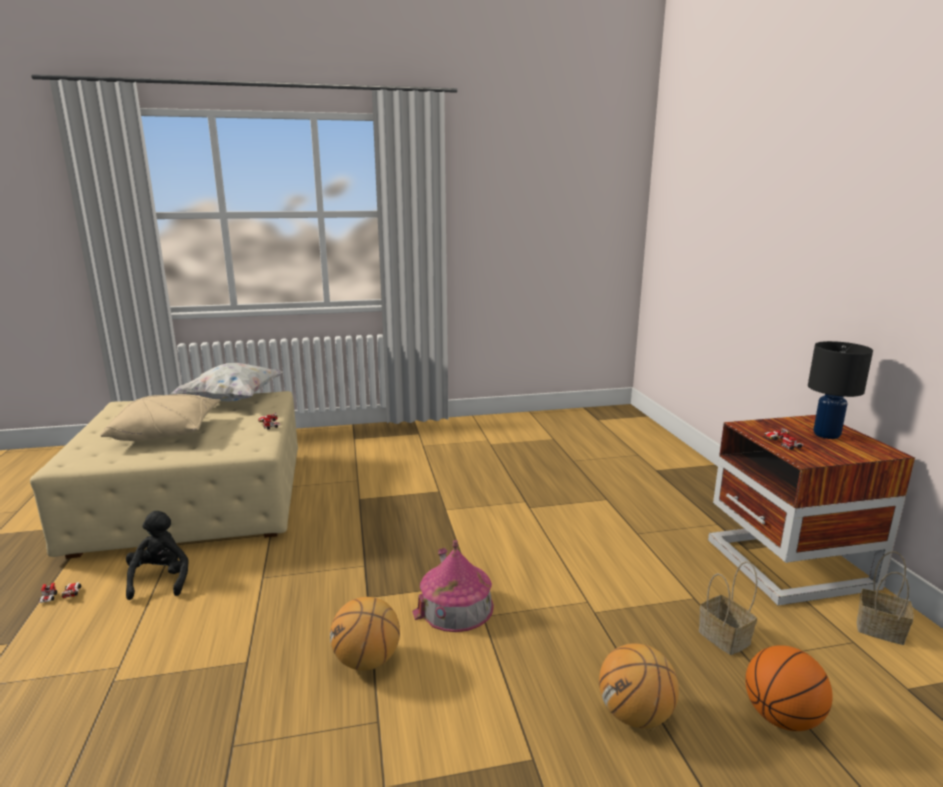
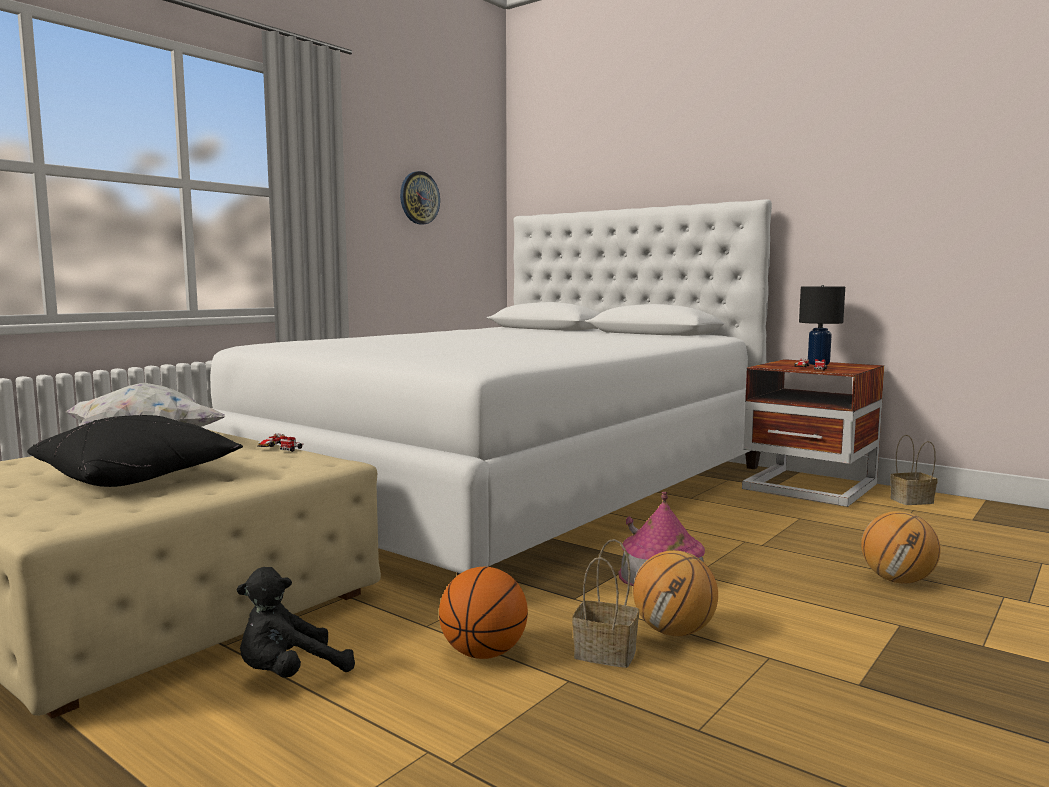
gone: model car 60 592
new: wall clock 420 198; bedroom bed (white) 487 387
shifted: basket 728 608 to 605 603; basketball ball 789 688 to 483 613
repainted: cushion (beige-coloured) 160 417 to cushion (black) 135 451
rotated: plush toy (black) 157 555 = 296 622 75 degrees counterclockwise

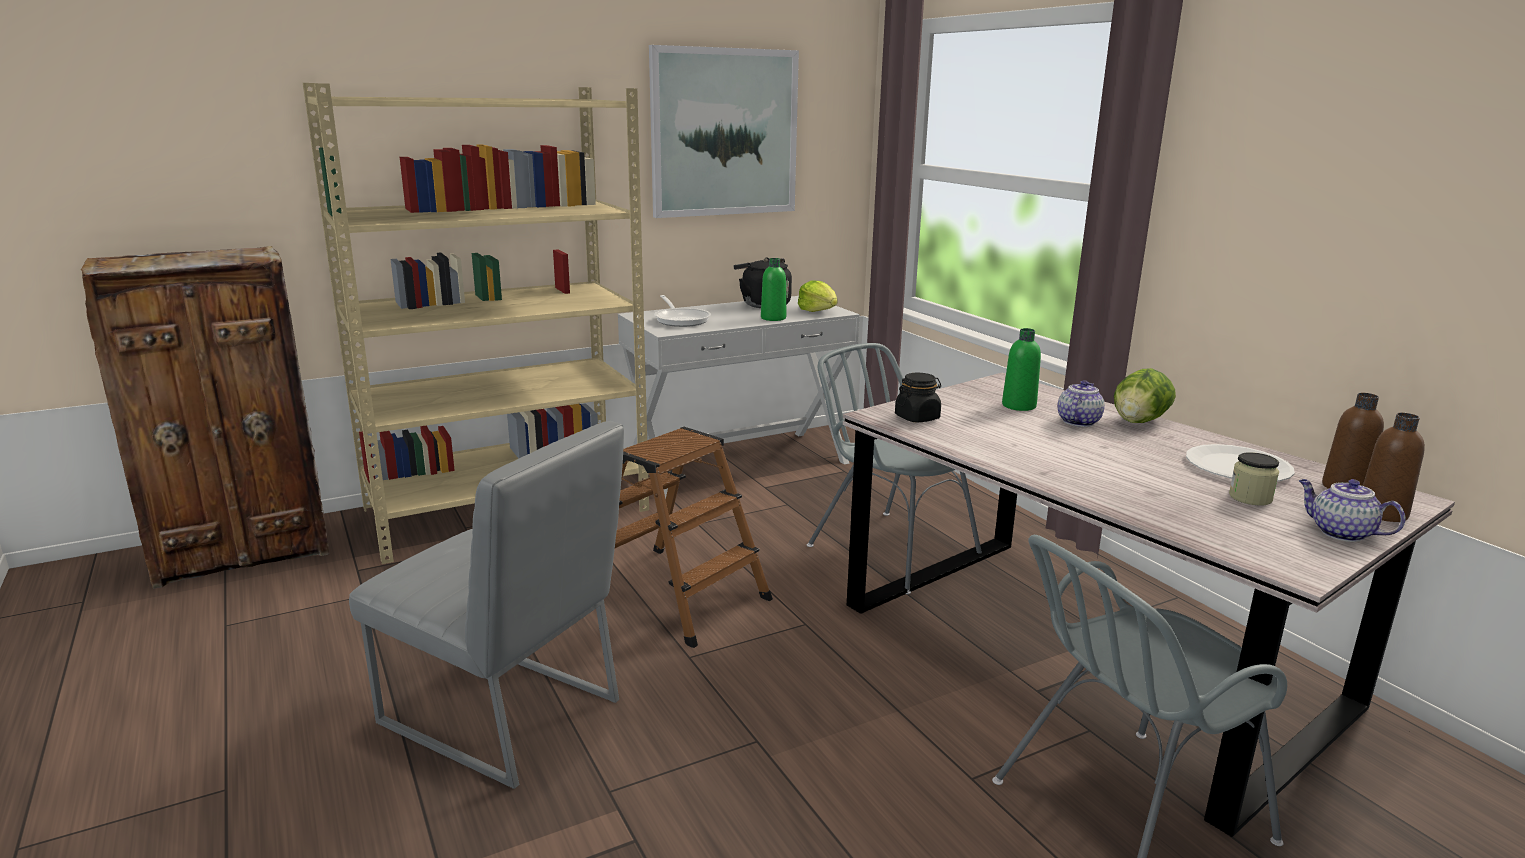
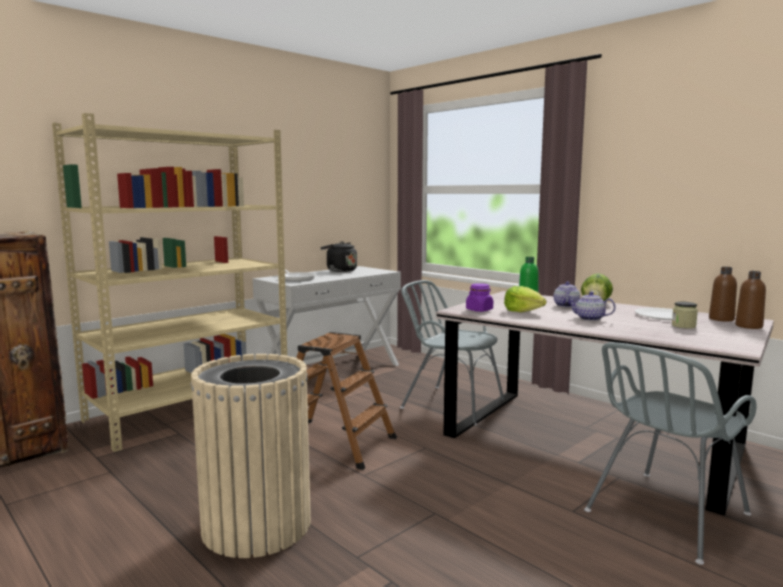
gone: wall art 724 131; drink bottle (greenish) 773 289
shifted: lettuce 818 296 to 525 299; pot for tea 1352 510 to 592 306
swapped: chair (greyish) 486 605 to waste bin (beige-coloured) 250 456
repainted: storage jar (black) 918 398 to storage jar (purple) 479 297

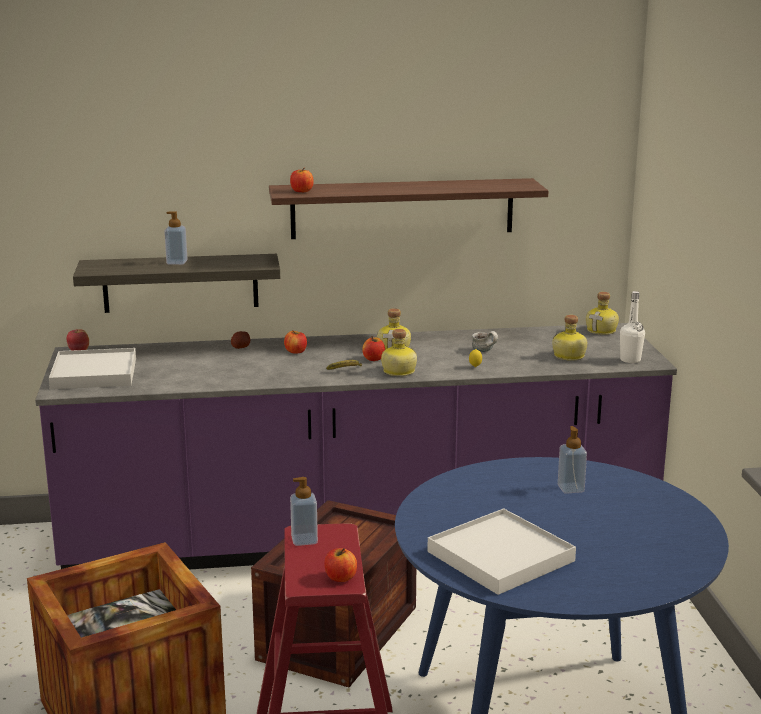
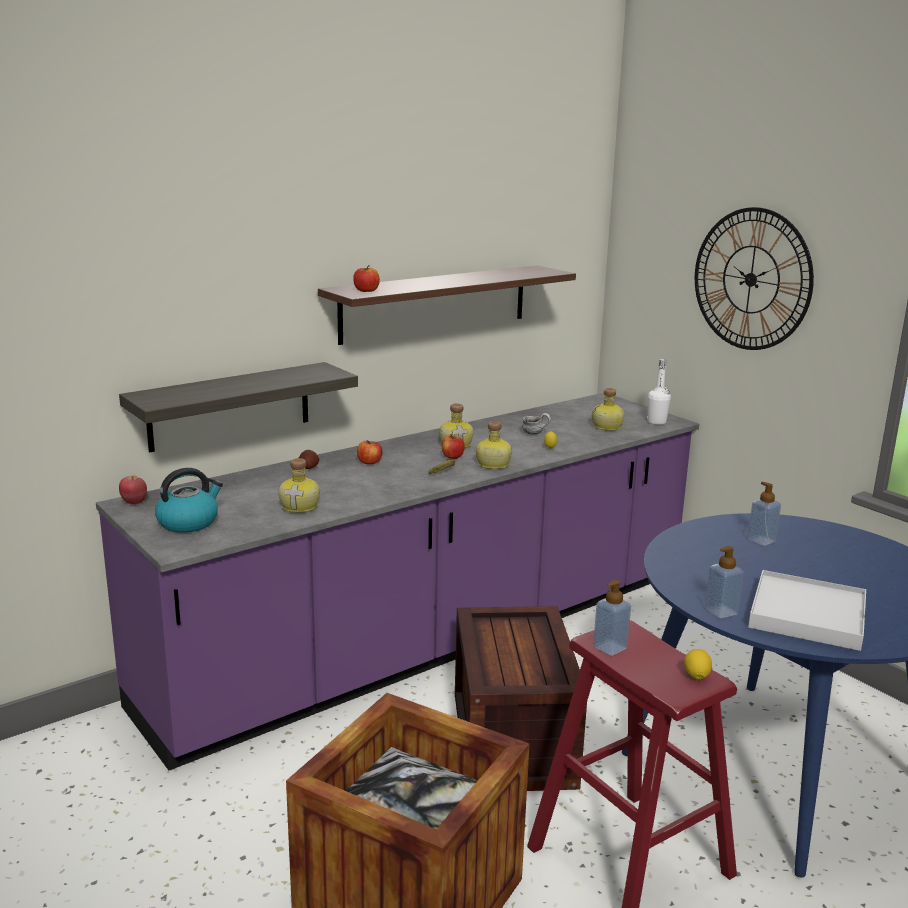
new: wall clock 754 278
shifted: soap bottle 176 238 to 724 582; drink bottle 602 313 to 299 485
swapped: tray (white) 92 368 to tea kettle 189 500; apple fruit 341 565 to lemon 698 664

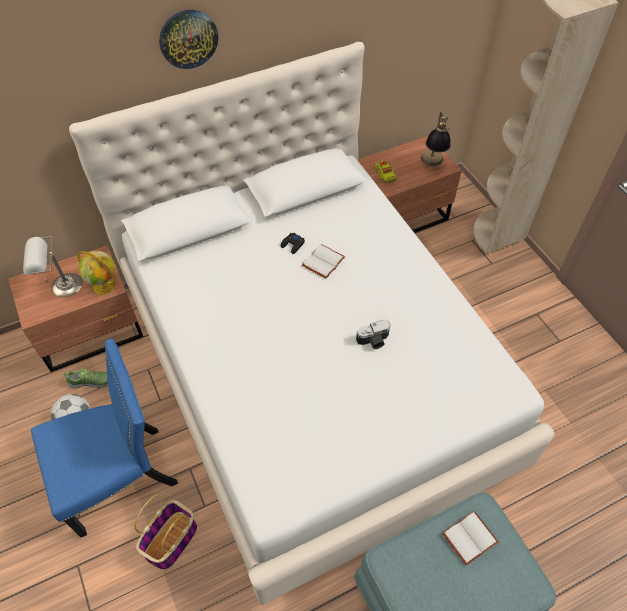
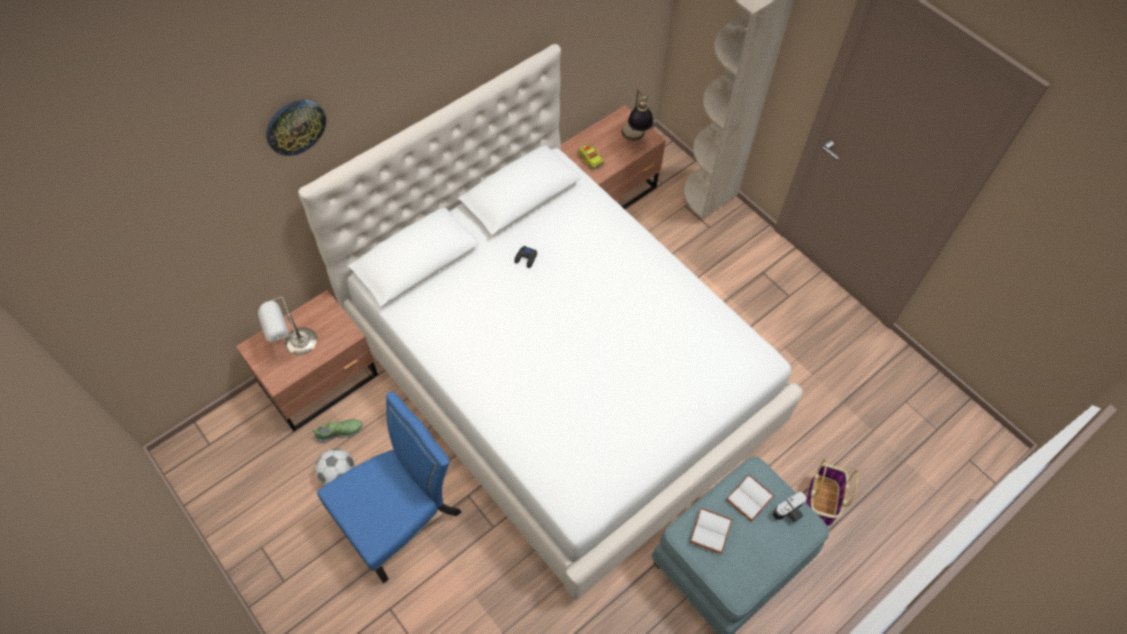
gone: desk globe 96 273
shifted: wall clock 188 39 to 296 128; book (white) 323 261 to 711 531; still camera 373 334 to 789 507; basket 165 532 to 832 492

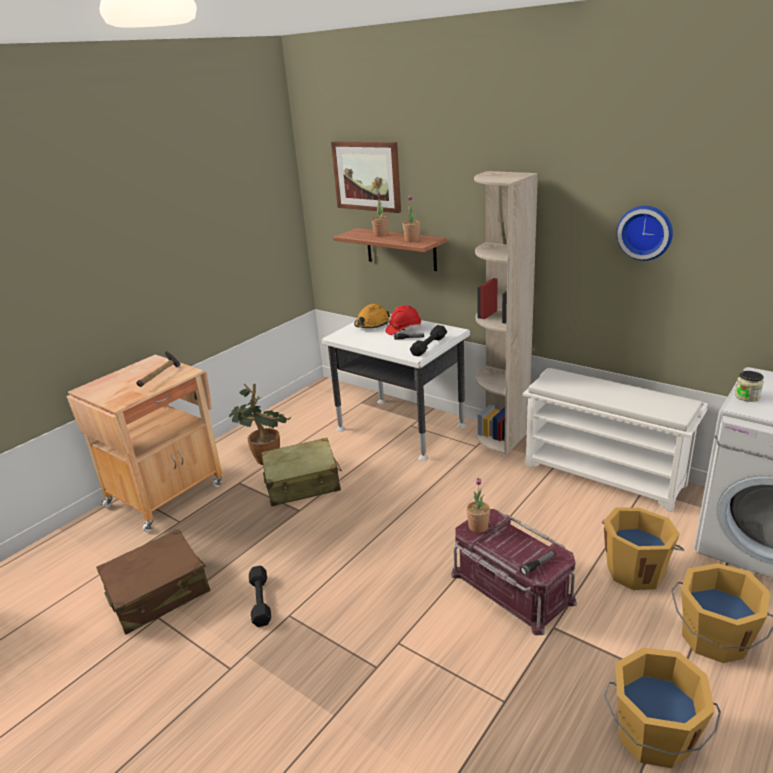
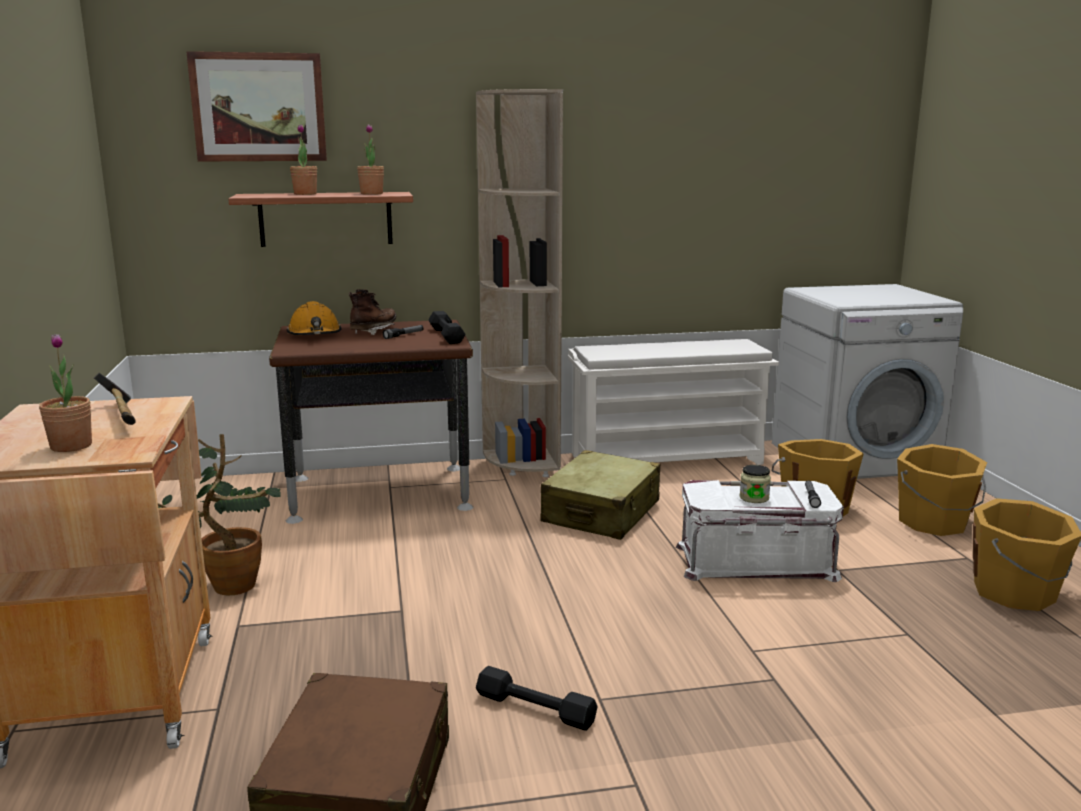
gone: wall clock 645 233
shifted: storage jar 749 386 to 755 484; travel case (beige-coloured) 301 472 to 600 495; plant in a pot 478 505 to 65 393
swapped: hard hat (red) 403 320 to boot (brown-coloured) 372 312
repainted: desk table (white) 396 387 to desk table (brown-coloured) 371 422; storage box (red) 514 572 to storage box (white) 760 531

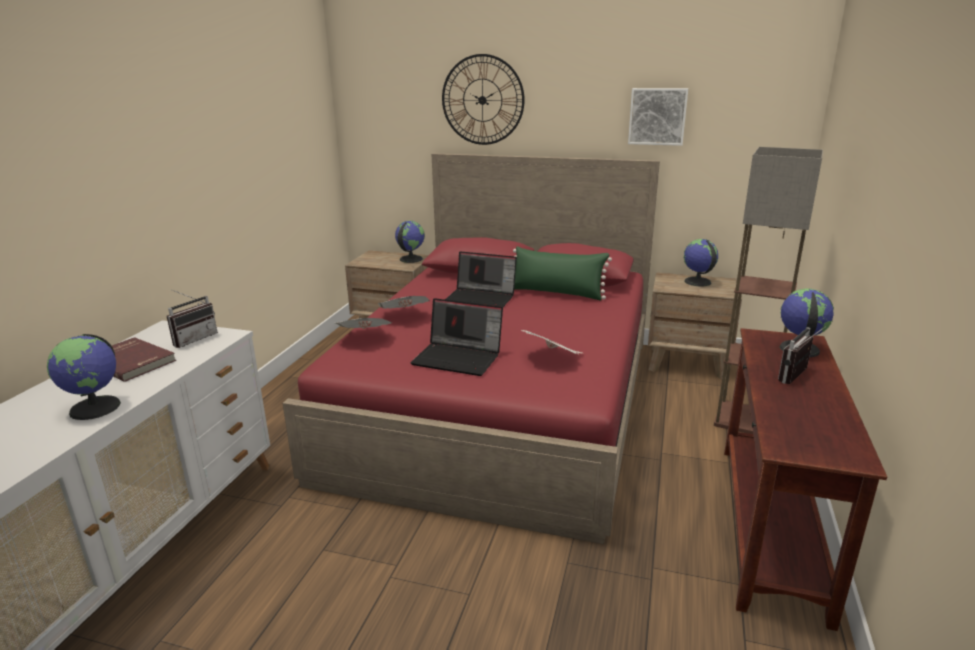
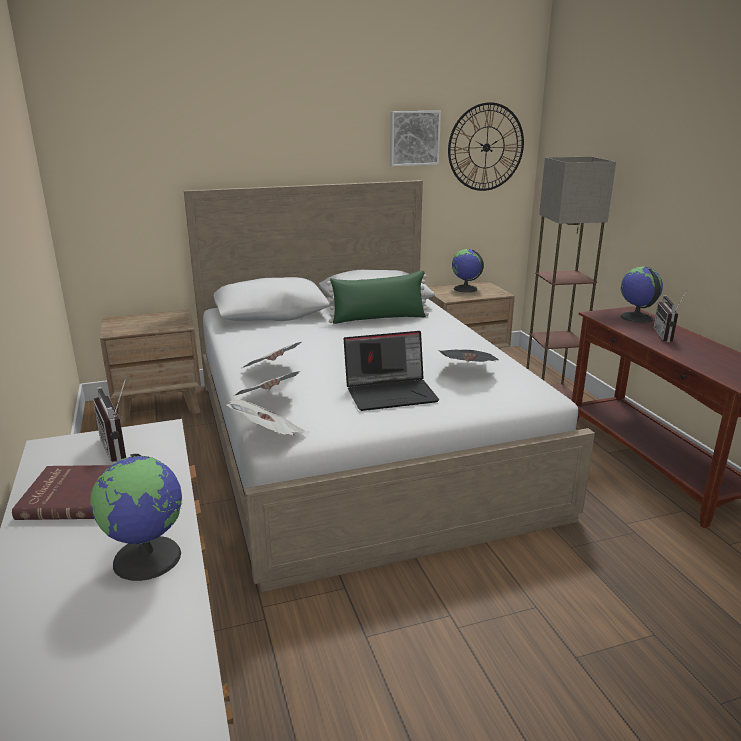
gone: desk globe 410 242; laptop 481 279
new: daily paper 268 418
shifted: wall clock 483 99 to 486 146
repainted: bedroom bed (red) 471 348 to bedroom bed (white) 389 386
rotated: radio 192 318 = 110 419 150 degrees clockwise

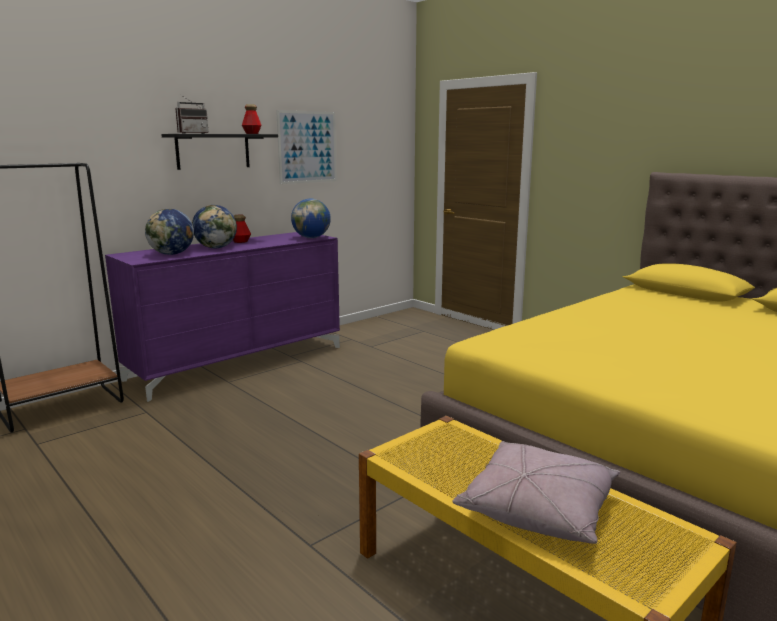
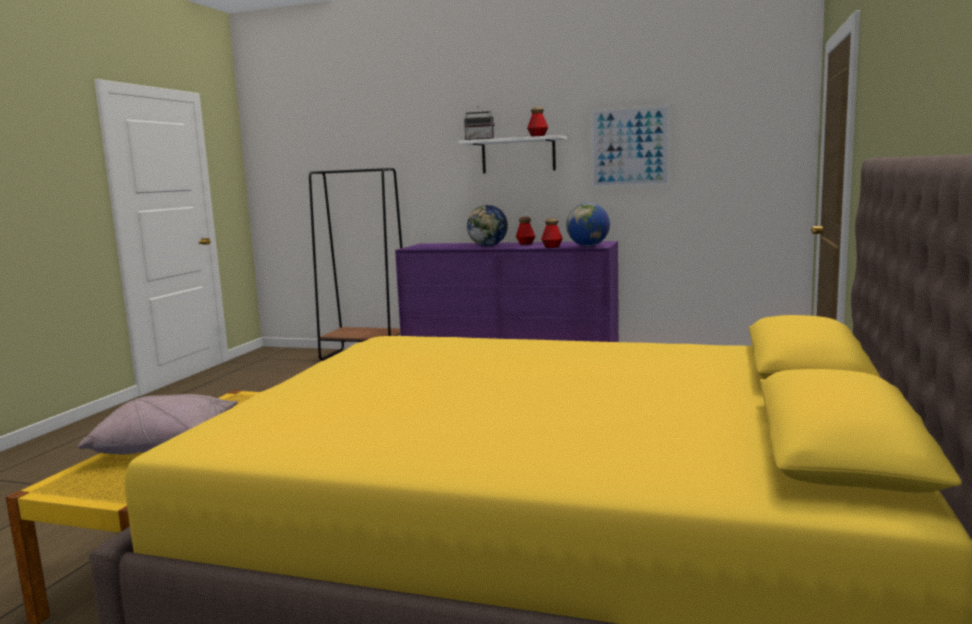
gone: desk globe 169 232
new: drink bottle 552 233
repainted: wall shelf (black) 219 152 to wall shelf (white) 512 154

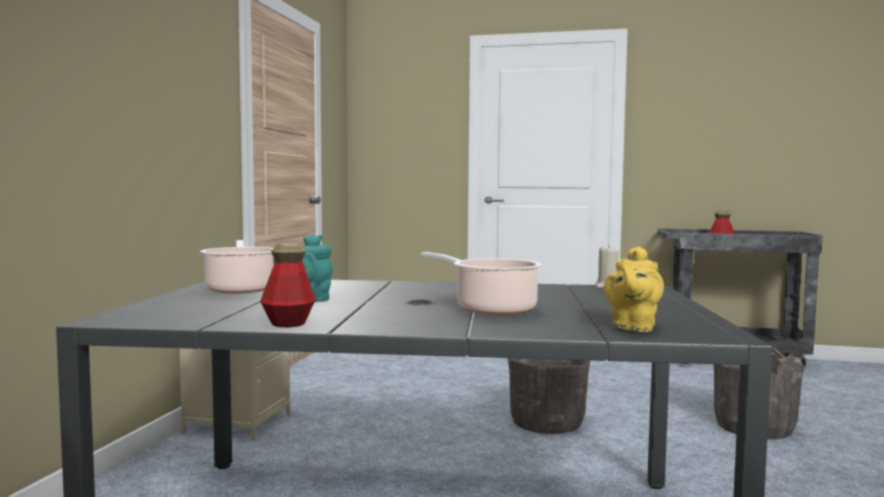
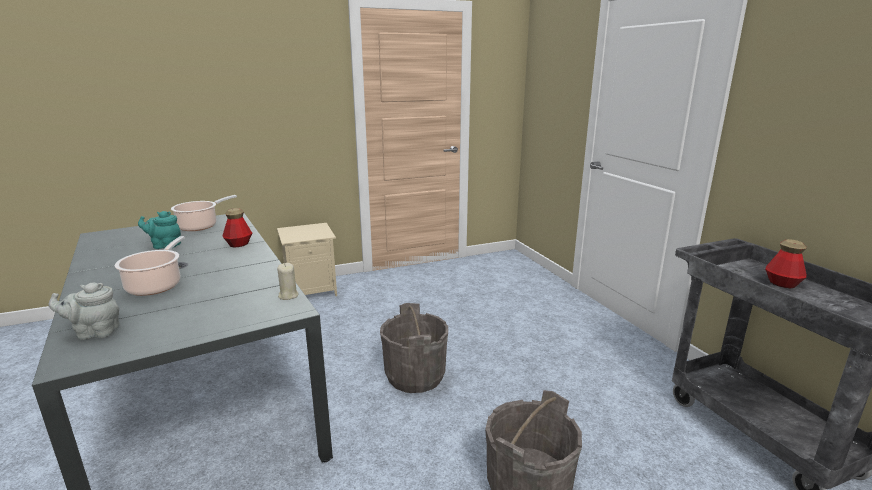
shifted: drink bottle 288 285 to 237 228
repainted: pot for tea (yellowish) 634 289 to pot for tea (greyish) 84 311

